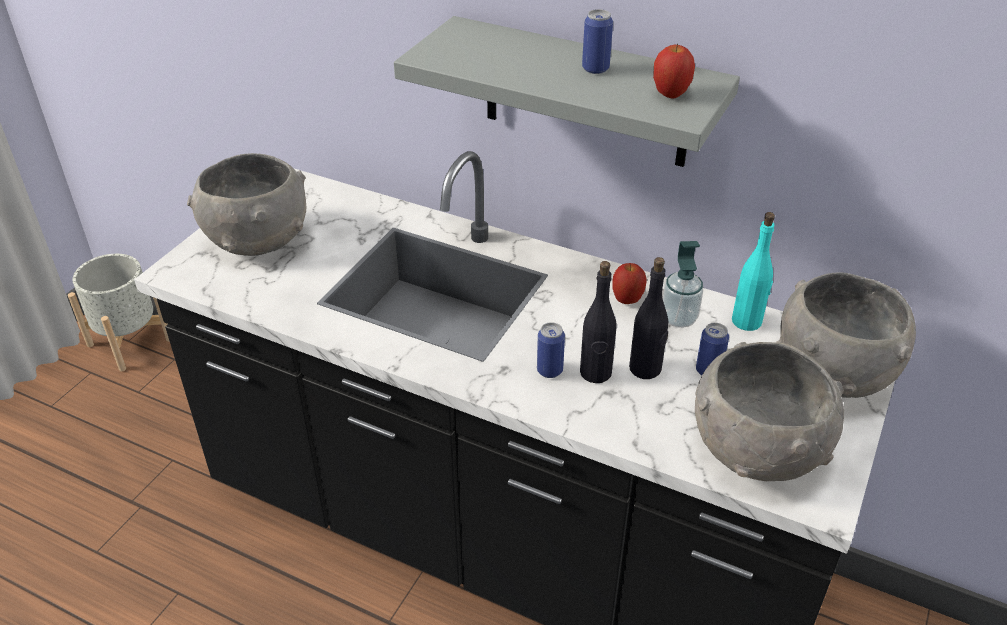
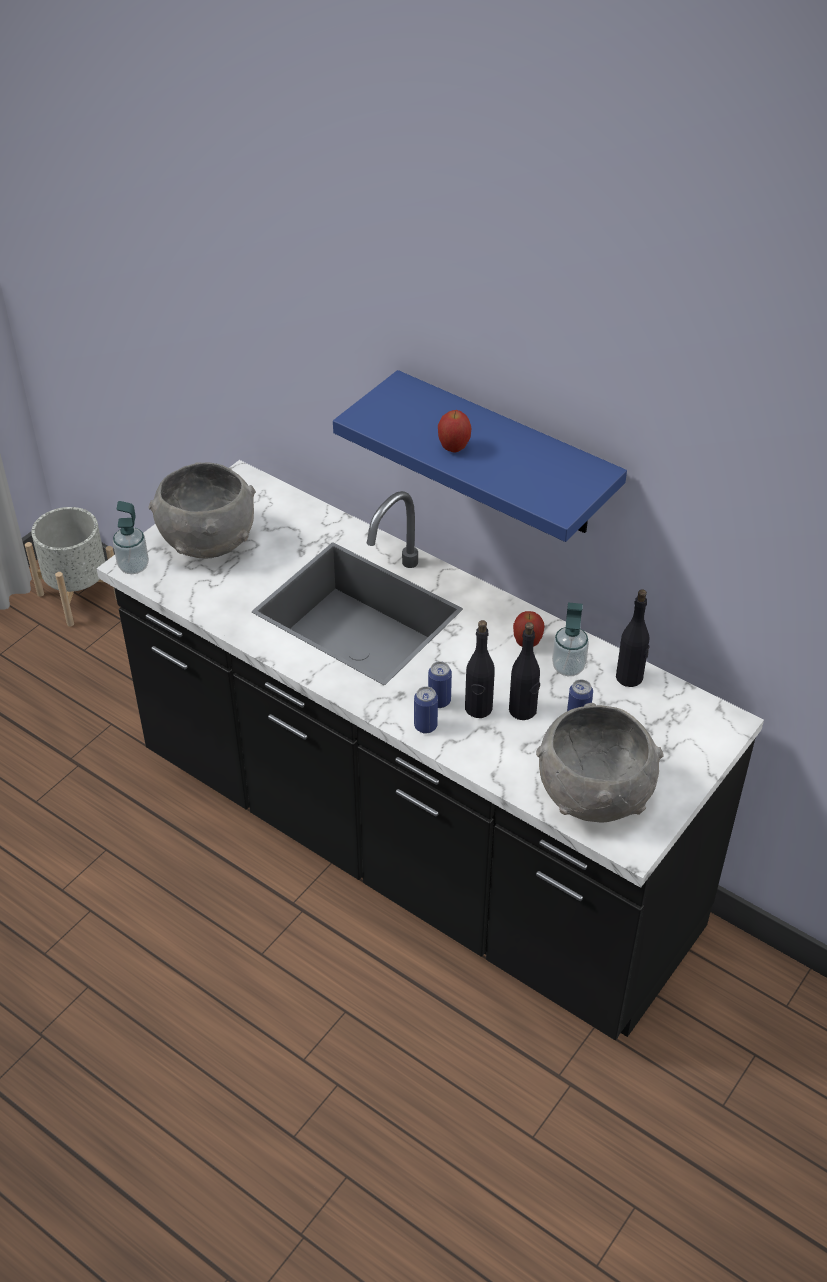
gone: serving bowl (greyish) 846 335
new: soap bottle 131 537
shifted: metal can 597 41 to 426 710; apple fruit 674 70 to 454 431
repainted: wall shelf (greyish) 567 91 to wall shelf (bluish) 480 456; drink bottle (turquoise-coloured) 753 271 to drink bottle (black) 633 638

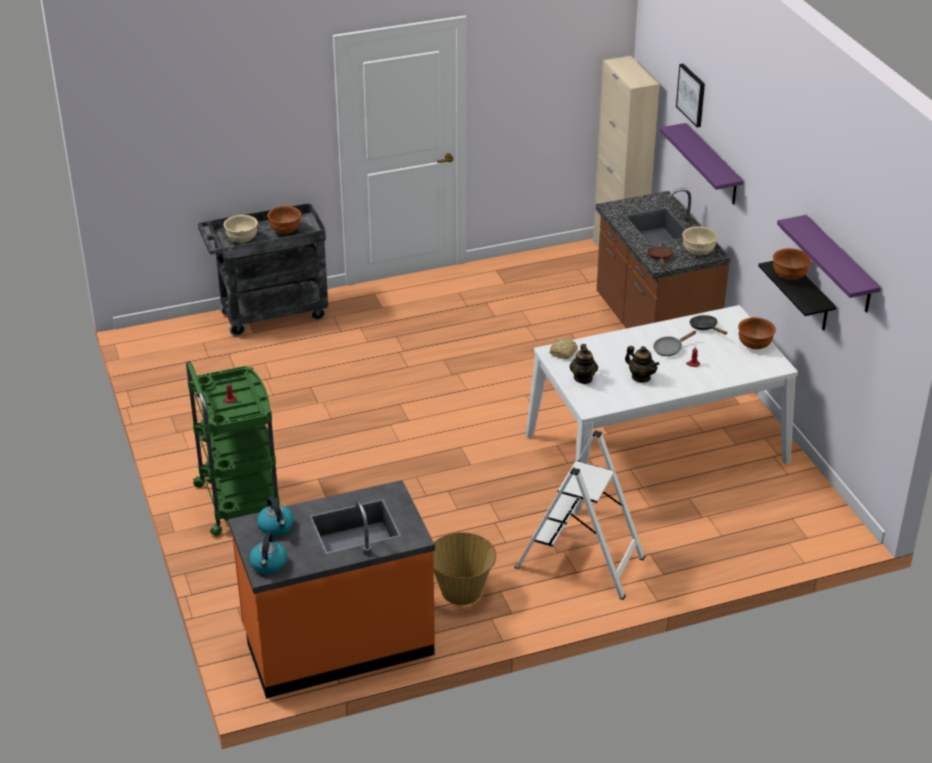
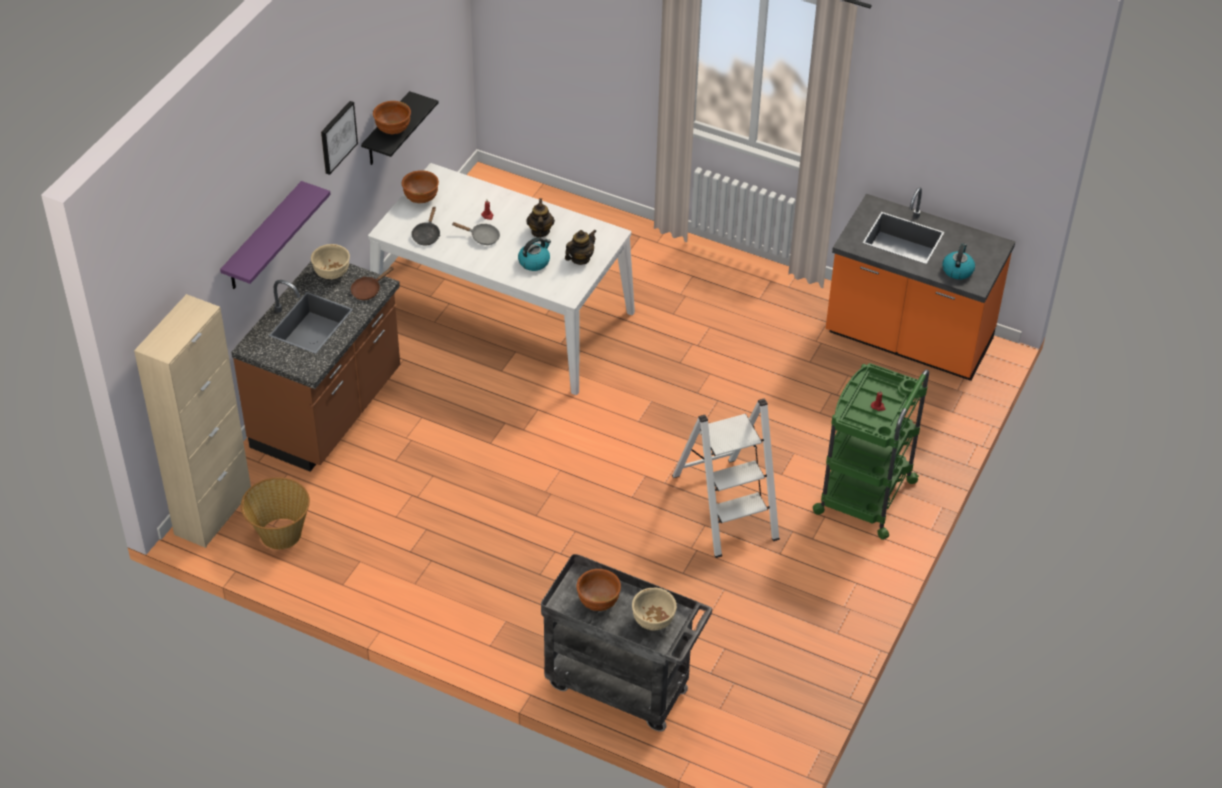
gone: wall shelf (purple) 829 264; bakery bread 564 349
shifted: wall art 690 96 to 339 138; step stool (white) 580 515 to 726 478; basket 464 568 to 275 513; tea kettle 268 553 to 534 254

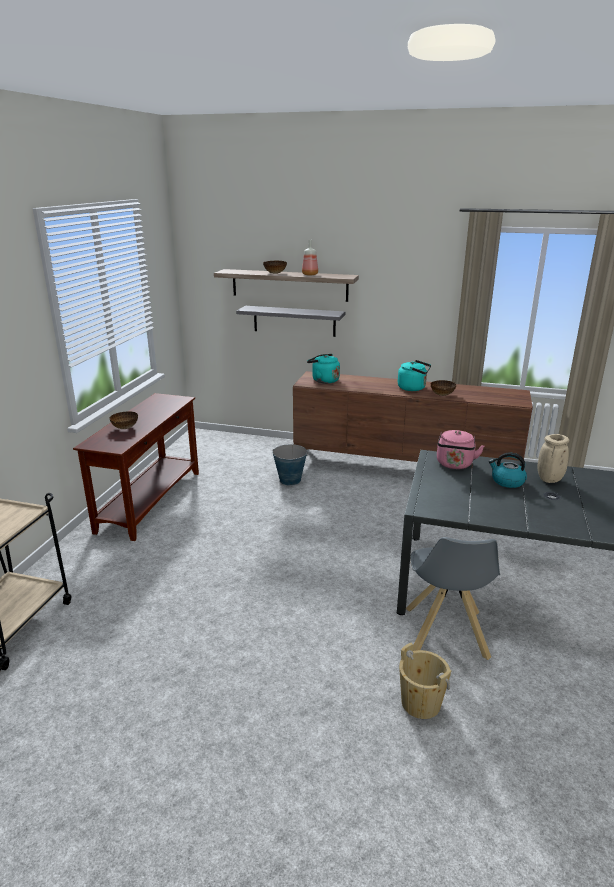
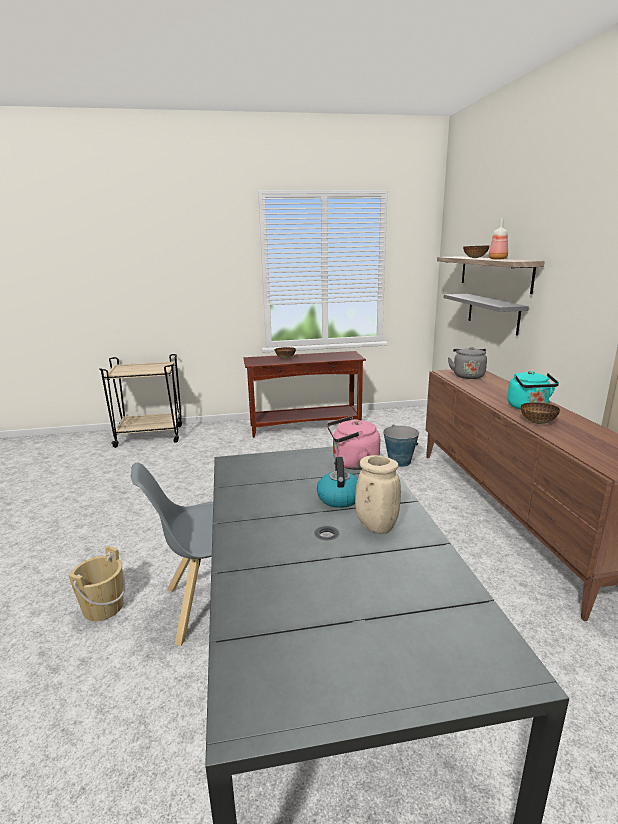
repainted: tea kettle (turquoise-coloured) 323 369 to tea kettle (greyish) 467 363

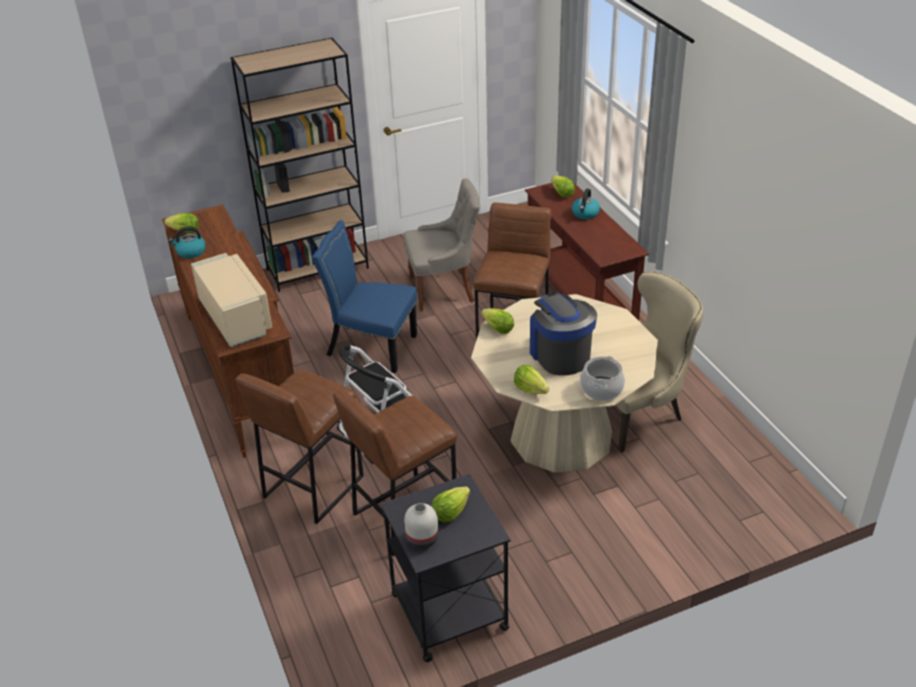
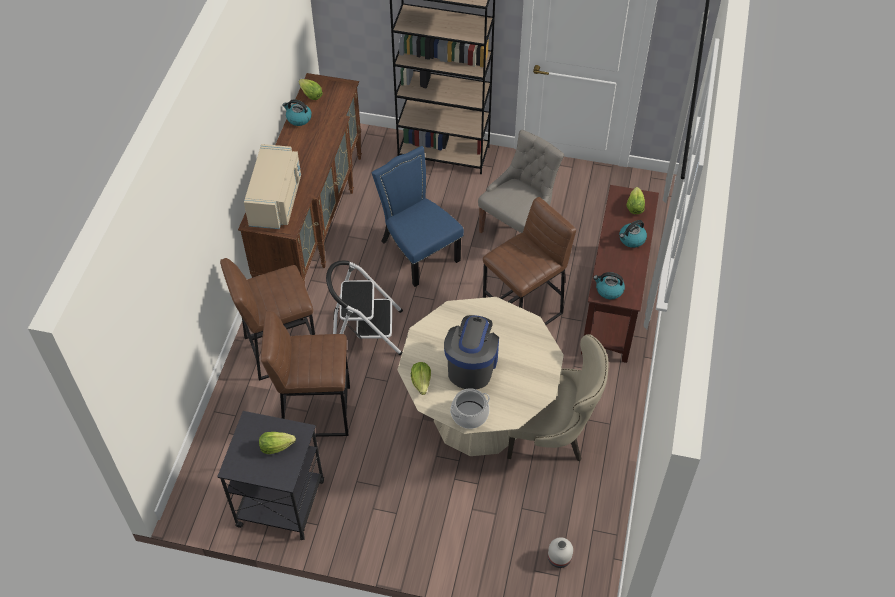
gone: lettuce 497 321
new: tea kettle 609 285
shifted: flower vase (white) 421 526 to 560 552
rotated: chair (greyish) 442 245 = 521 181 75 degrees counterclockwise

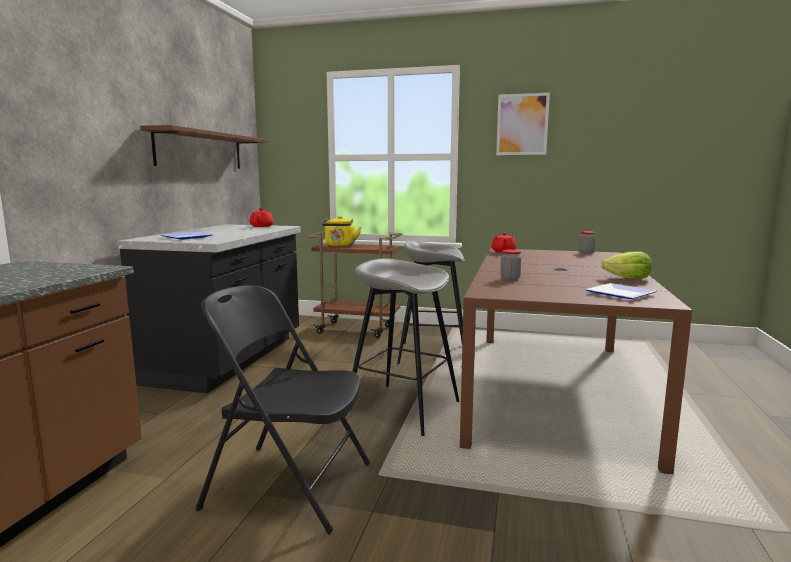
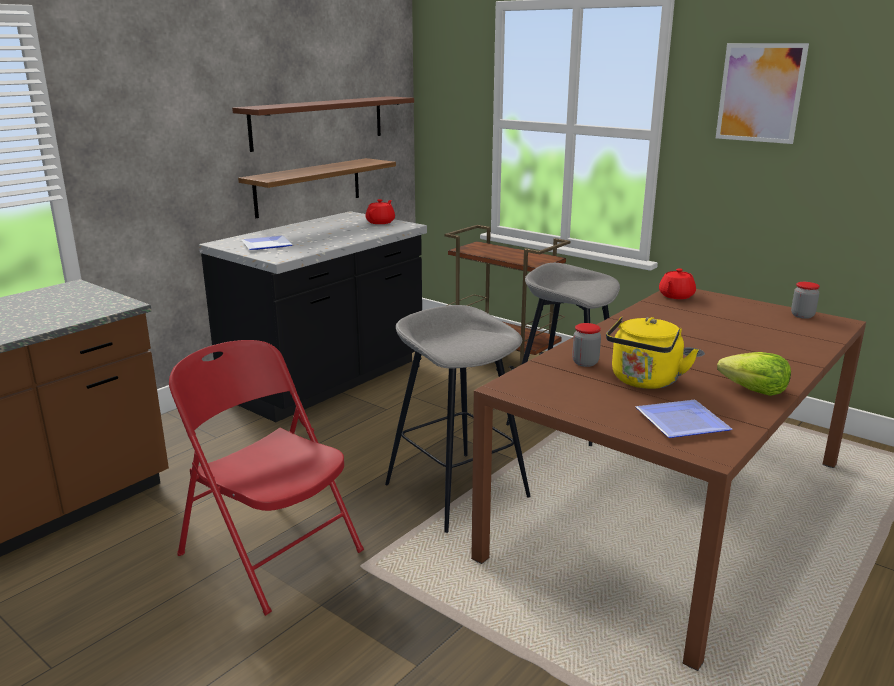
new: wall shelf 317 188
shifted: tea kettle (yellowish) 341 231 to 652 353
repainted: chair (black) 283 410 to chair (red) 266 478

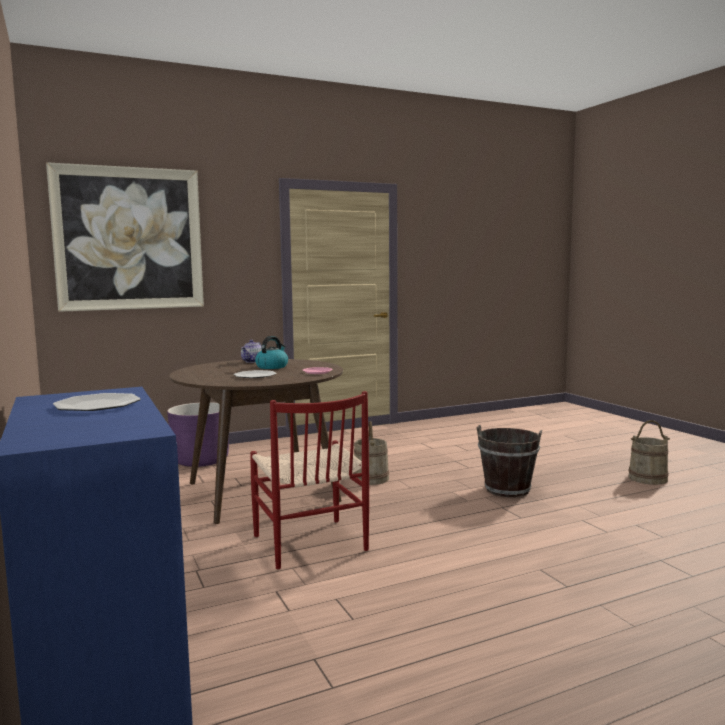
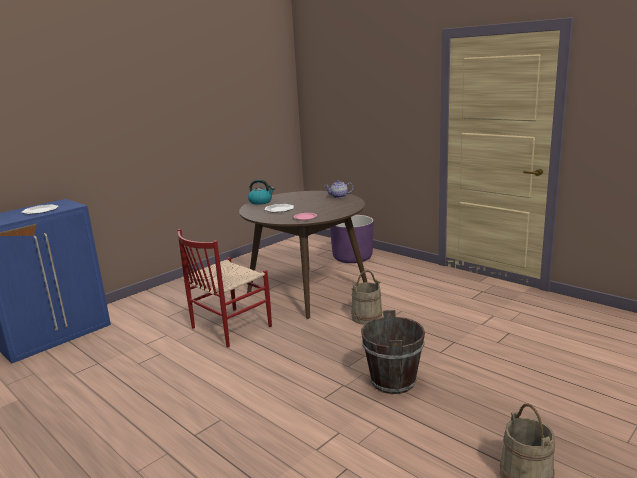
gone: wall art 125 237
shifted: tea kettle 271 352 to 261 192

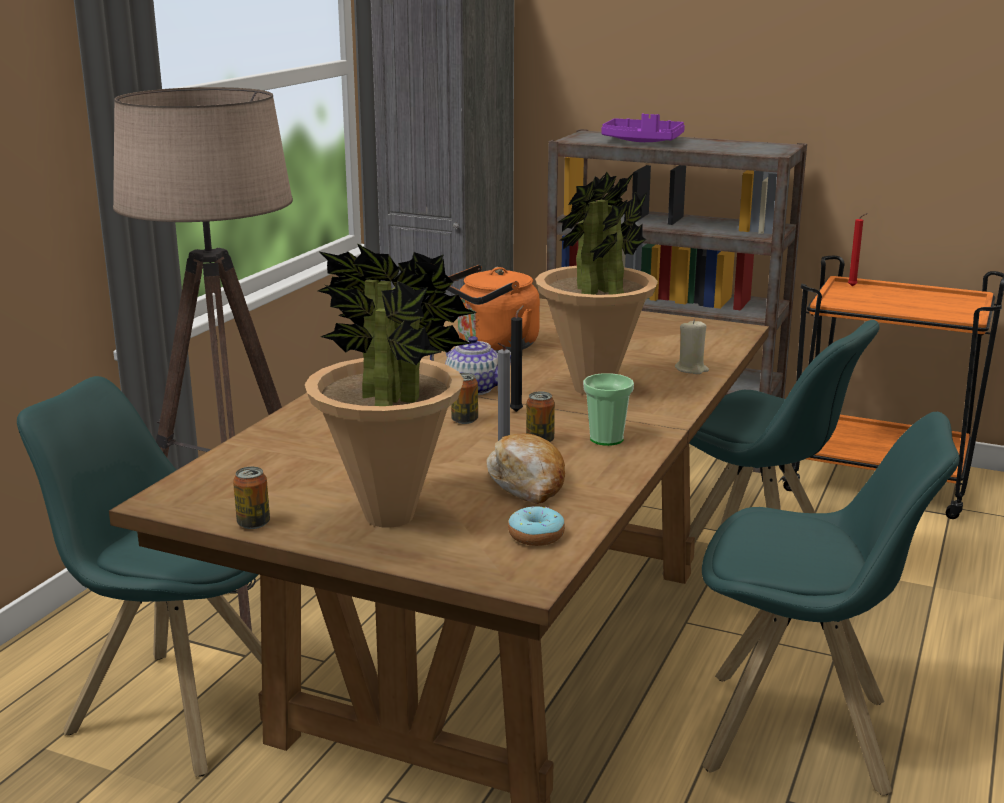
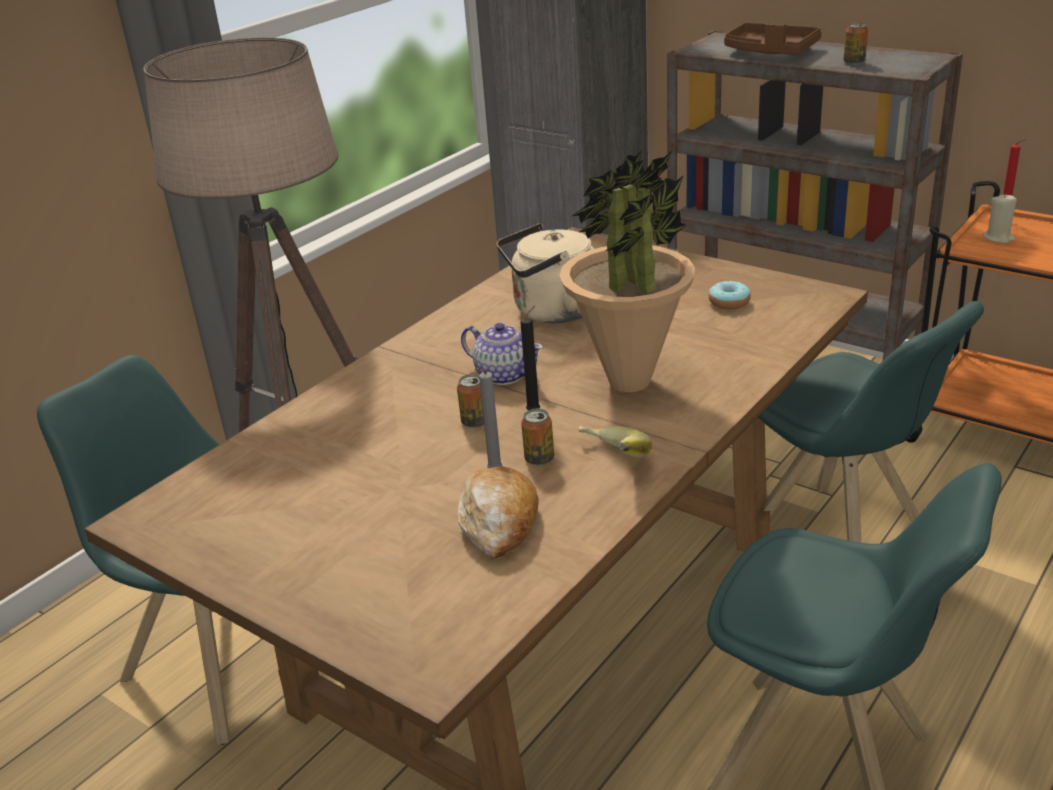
gone: plant in a pot 390 385
shifted: wax light (beige-coloured) 692 346 to 1000 218; metal can 251 498 to 855 44; doughnut 536 526 to 730 295
swapped: small cup 608 409 to whole banana 615 442
repainted: tray (purple) 643 127 to tray (brown-coloured) 773 39; tea kettle (orange-coloured) 493 309 to tea kettle (beige-coloured) 545 273

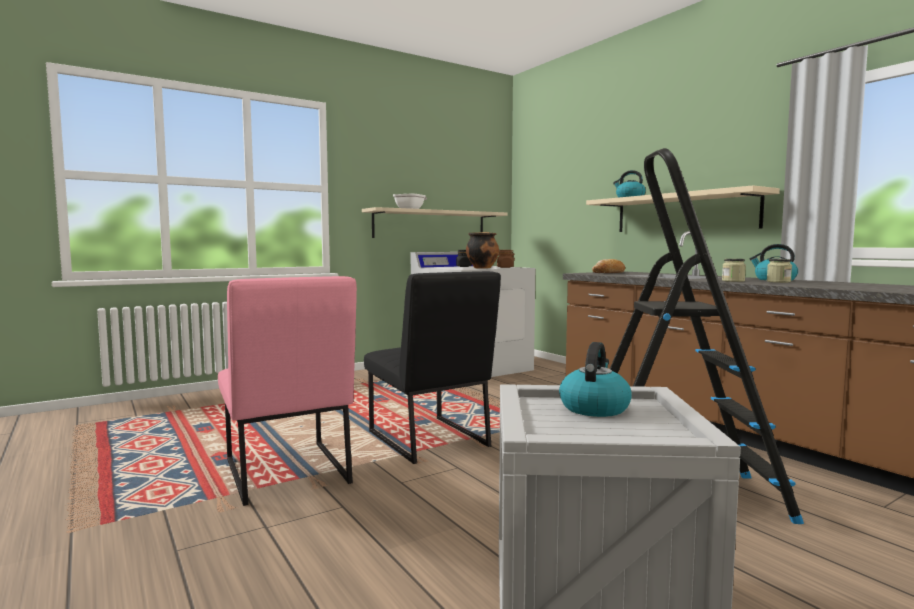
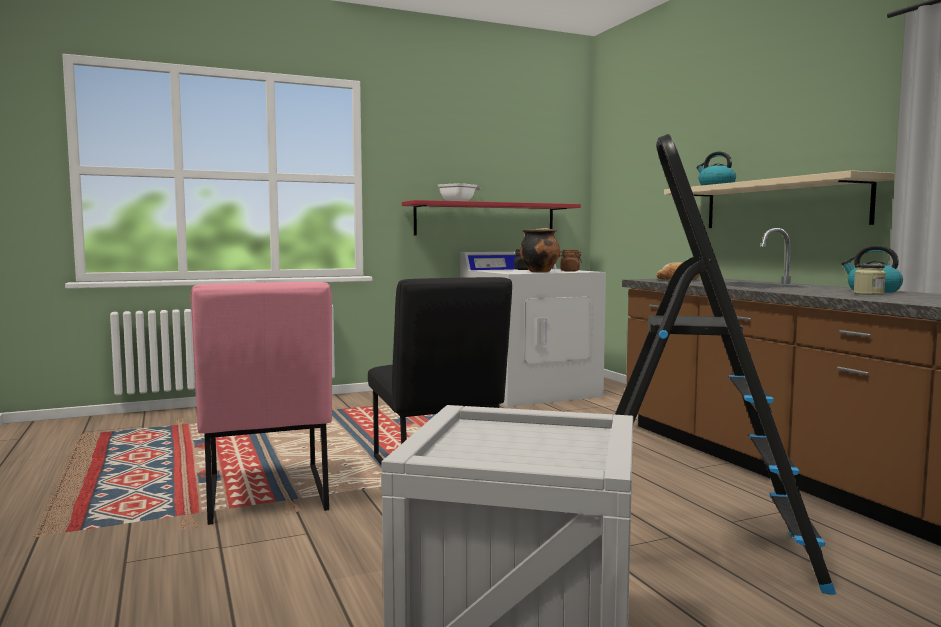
gone: storage jar 734 270; tea kettle 595 379
repainted: wall shelf (beige-coloured) 435 222 to wall shelf (red) 491 218

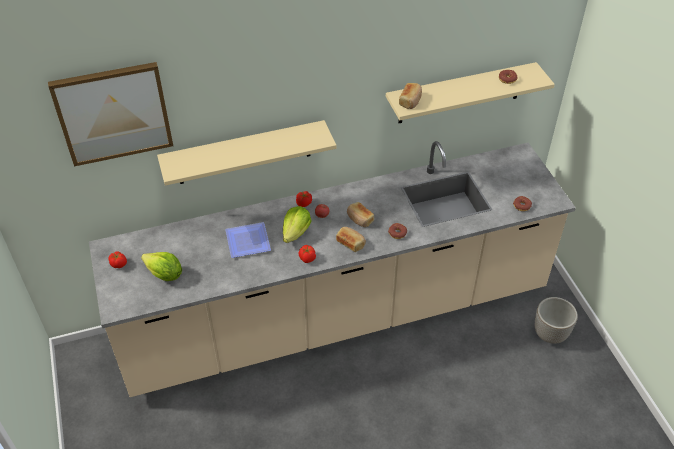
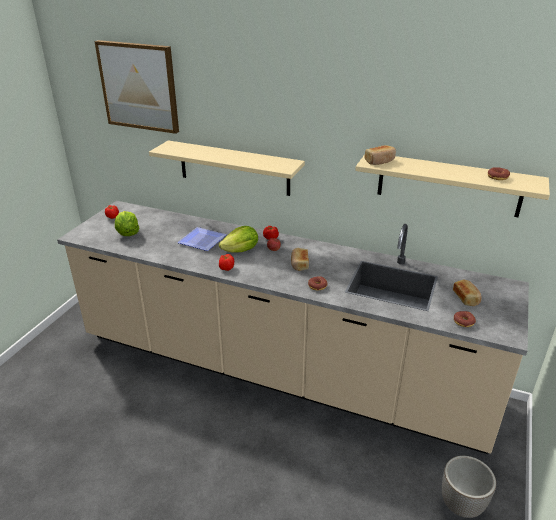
shifted: bakery bread 351 239 to 467 292

